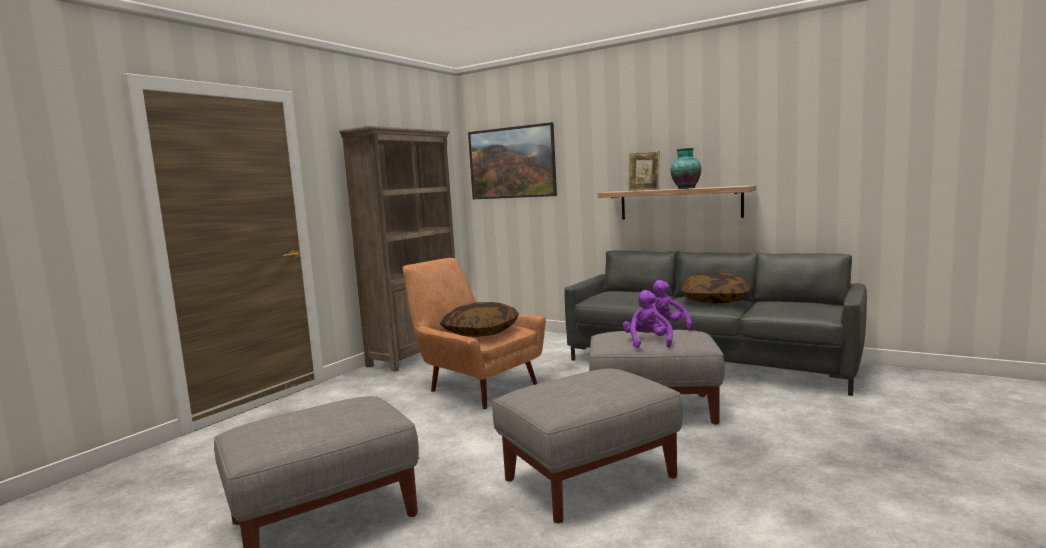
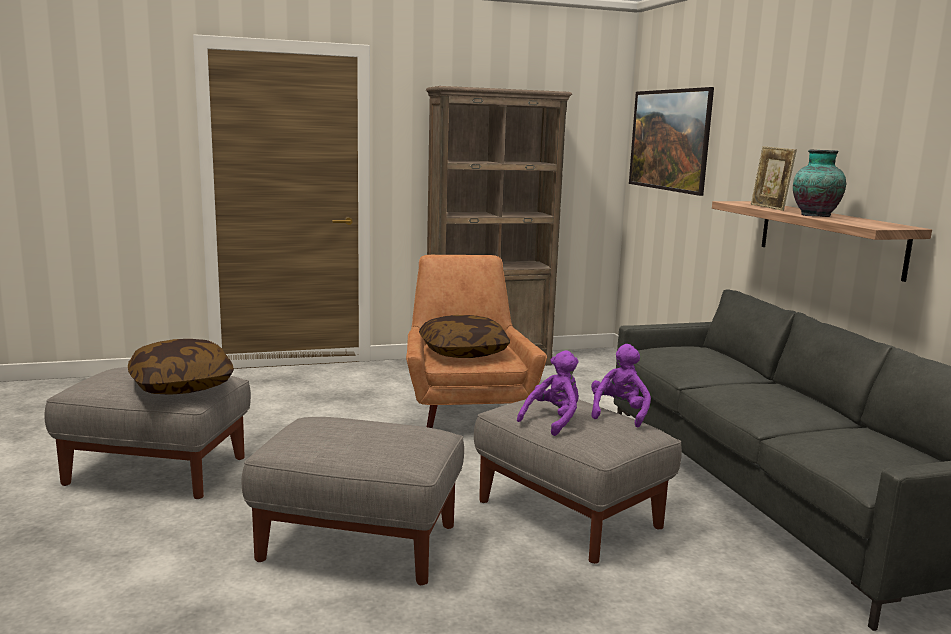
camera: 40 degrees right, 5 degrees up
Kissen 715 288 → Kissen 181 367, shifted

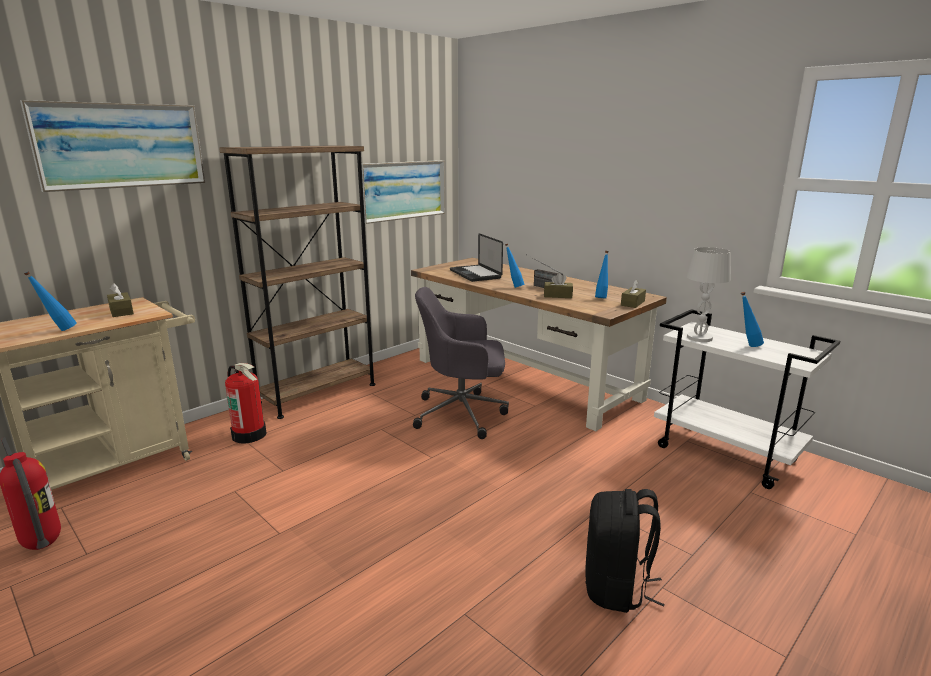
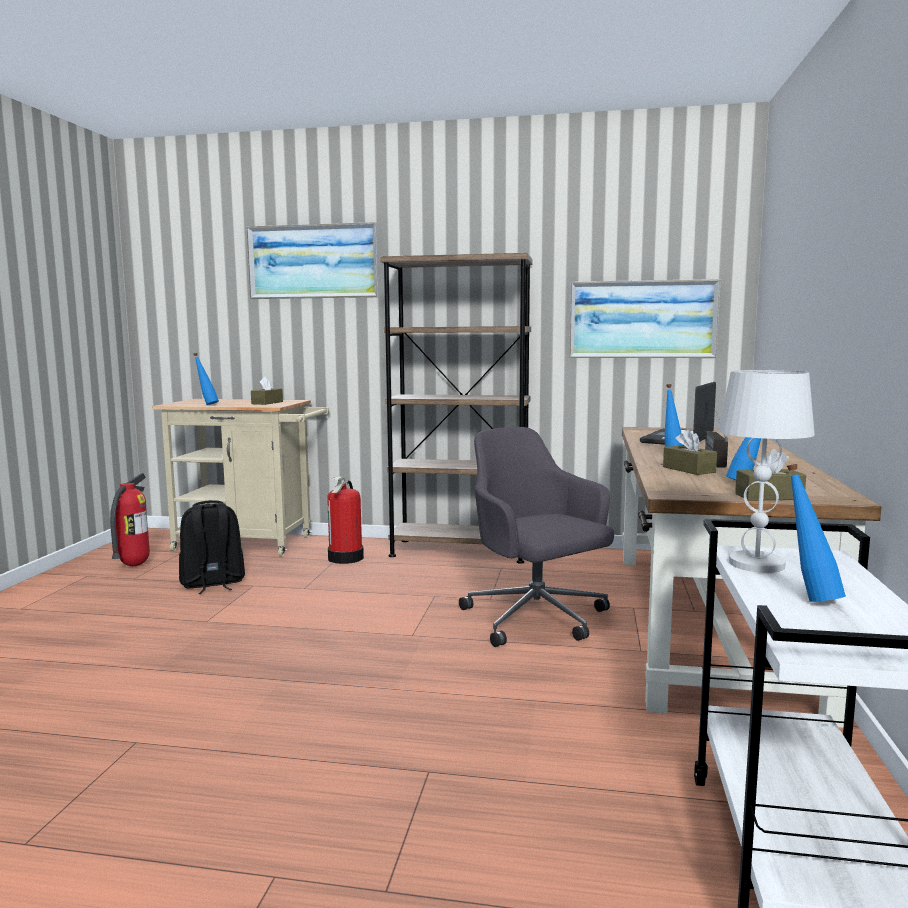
camera: 55 degrees right, 10 degrees down
Rucksack/schwarz 624 551 → Rucksack/schwarz 212 547, shifted

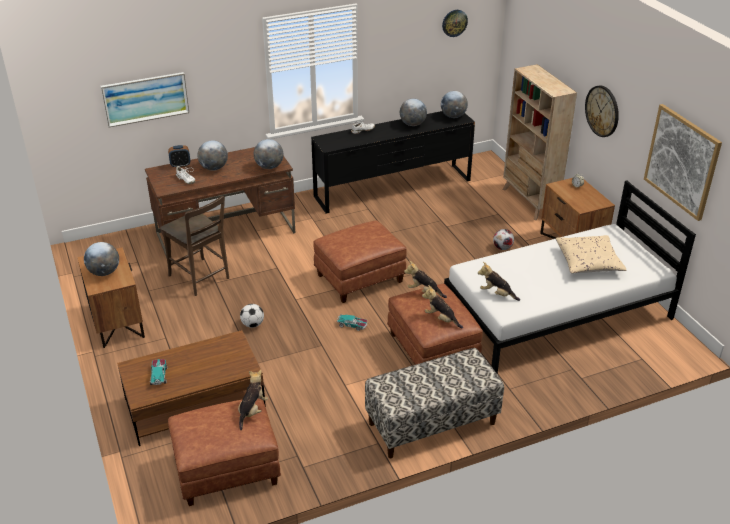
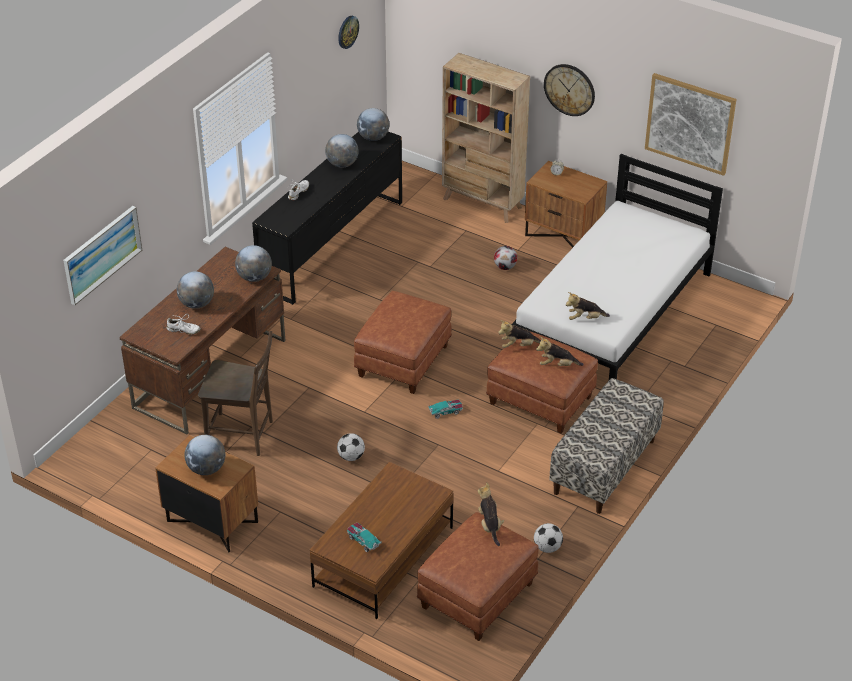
camera: 35 degrees left, 5 degrees up
Wecker 179 156 → -
Kissen/beige 590 254 → -
- → Fußball 548 538

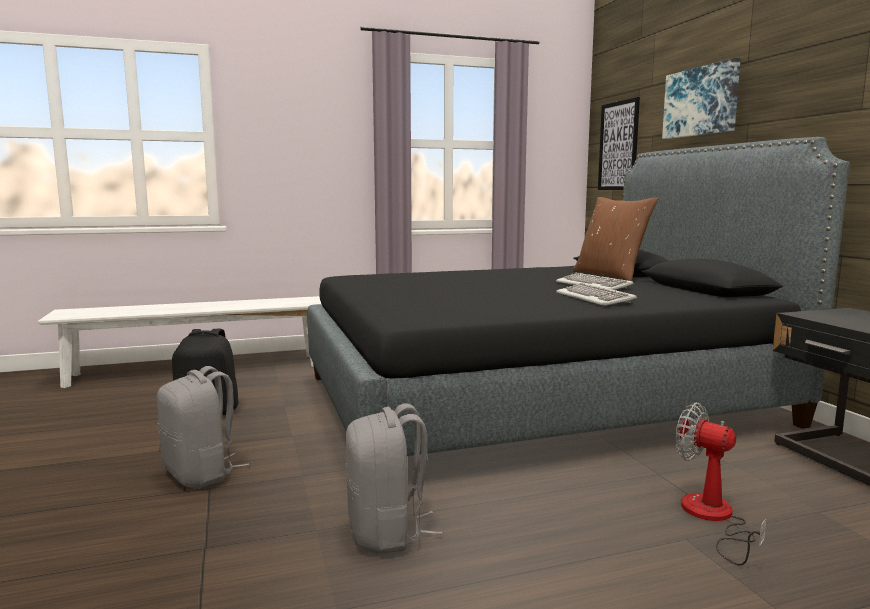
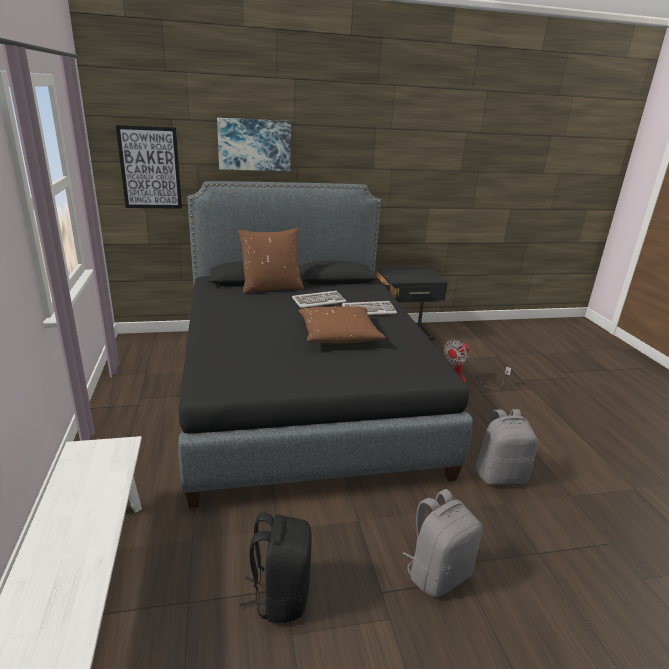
camera: 85 degrees left, 15 degrees up
- → Kissen/braun 342 324

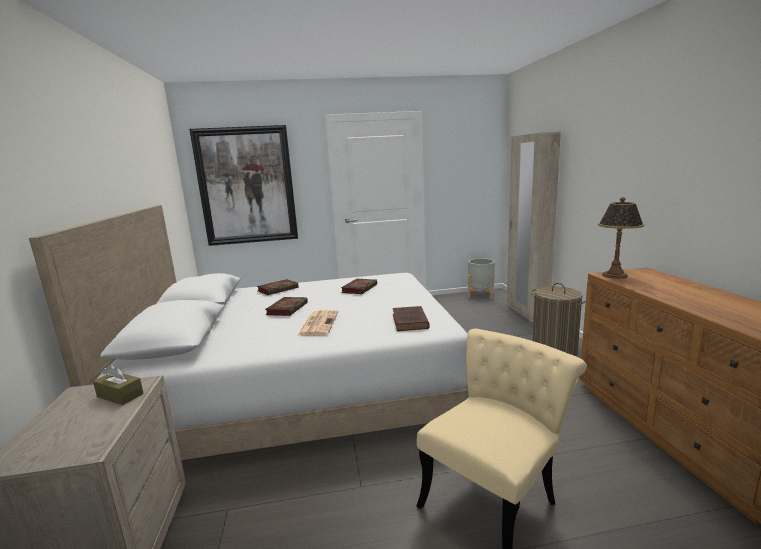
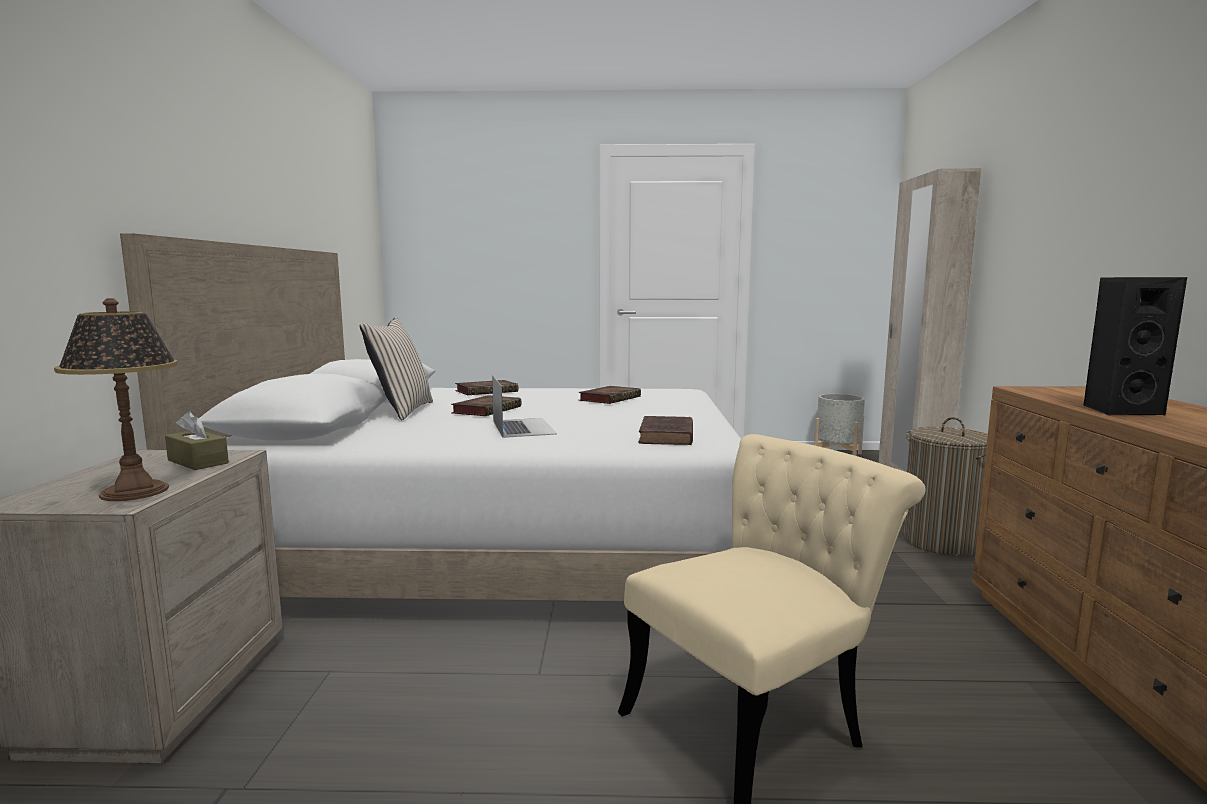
camera: 10 degrees right, 5 degrees down
Bild 243 185 → -
Tischlampe 621 238 → Tischlampe 116 399, shifted
Zeitung 317 323 → Laptop 524 406
- → Lautsprecher/schwarz 1135 346
- → Kissen/beige 396 368

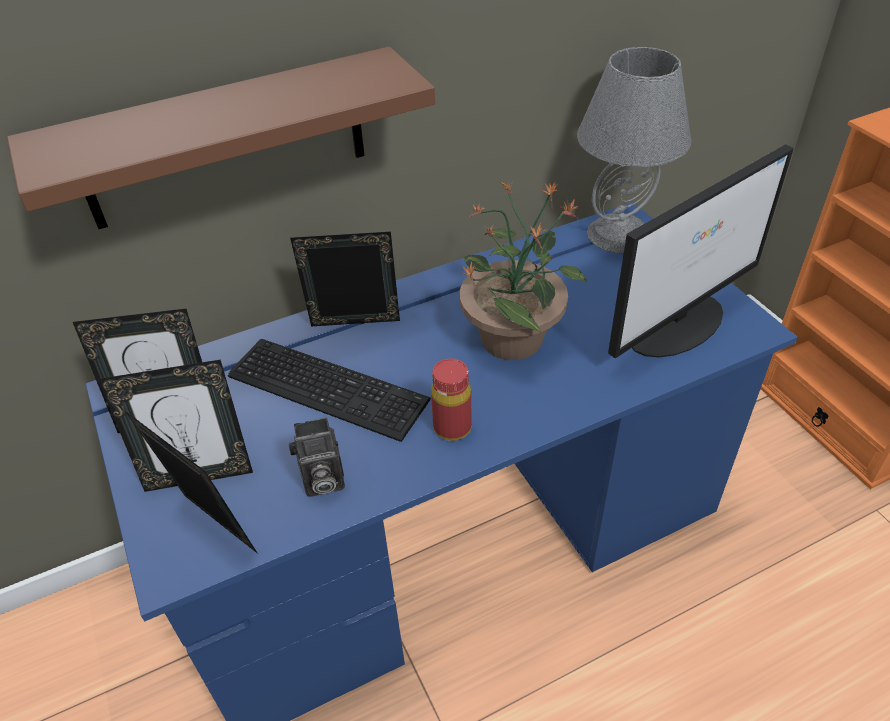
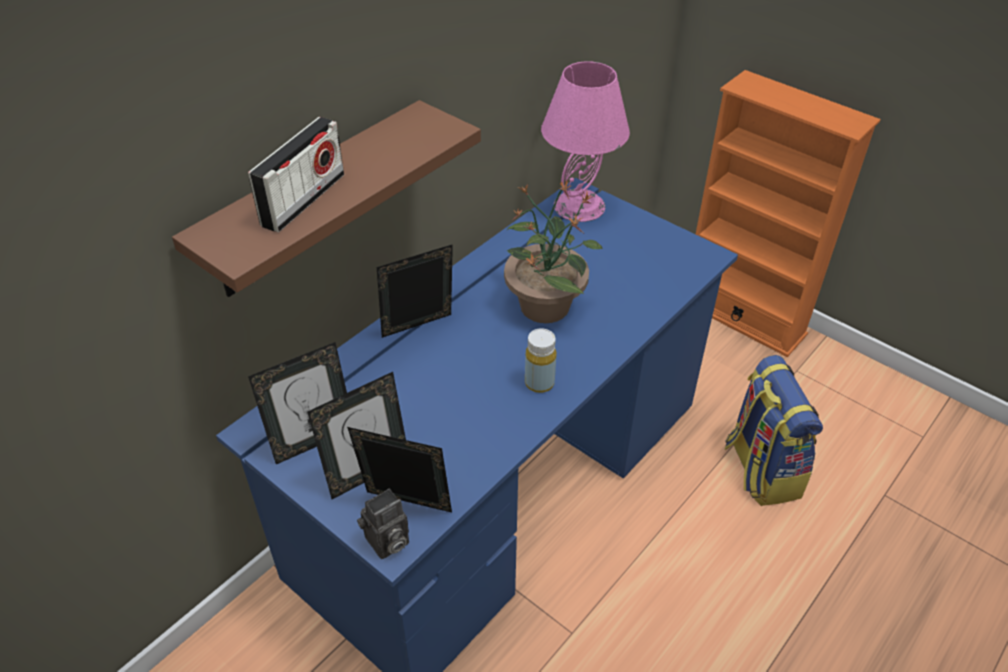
camera: 25 degrees left, 0 degrees up
Tischlampe/grau 634 150 → Tischlampe/rosa 585 141
Monitor 701 251 → -
Tastatur 329 390 → -
Flasche/rot 451 399 → Flasche/gelb 540 360
Kamera 317 456 → Kamera 383 524, shifted
- → Radio 296 174
- → Rucksack 773 430

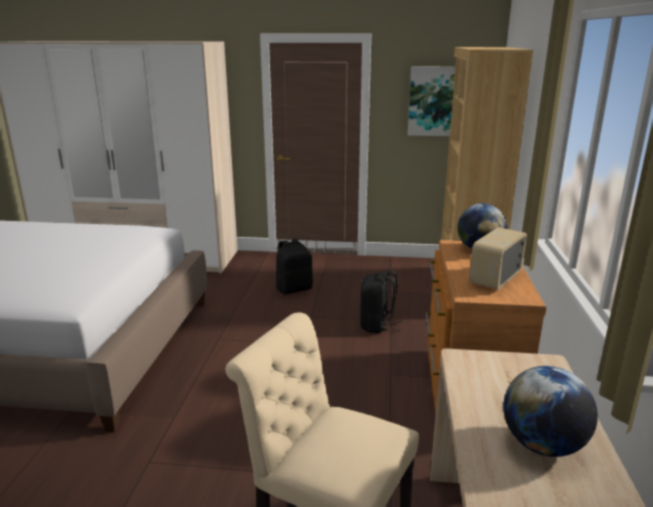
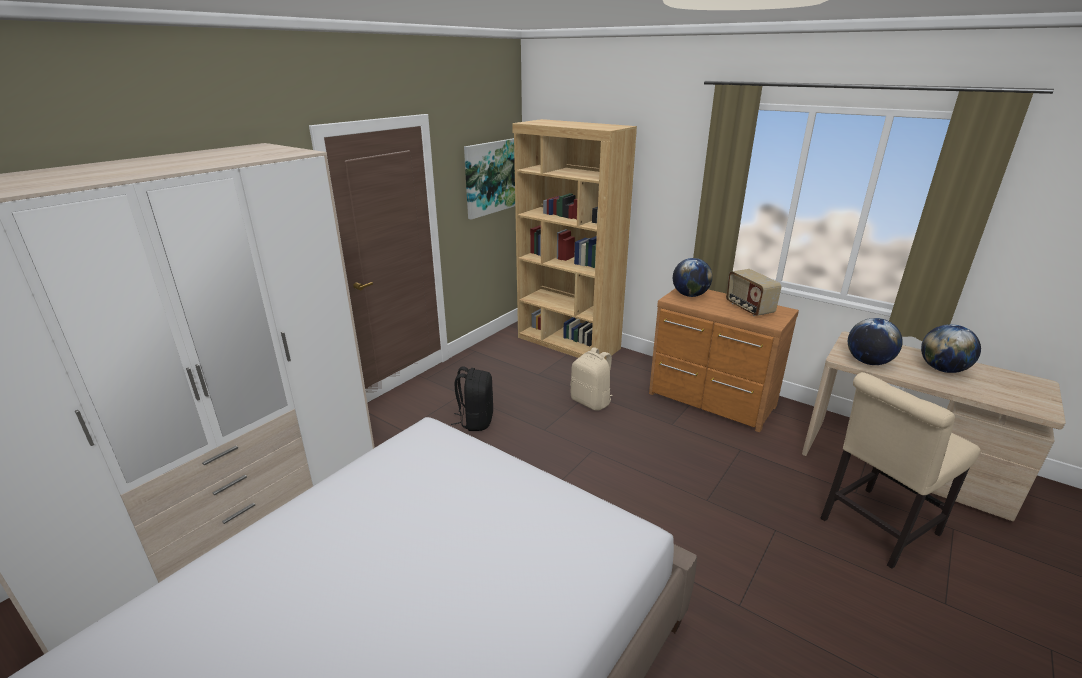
camera: 60 degrees left, 5 degrees up
Rucksack/schwarz 381 302 → Rucksack/beige 591 379
- → Globus 875 341

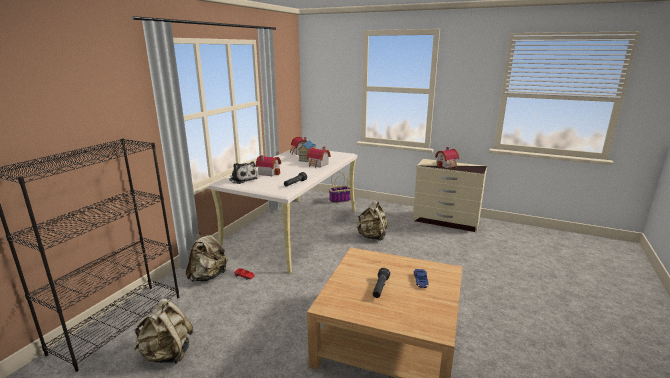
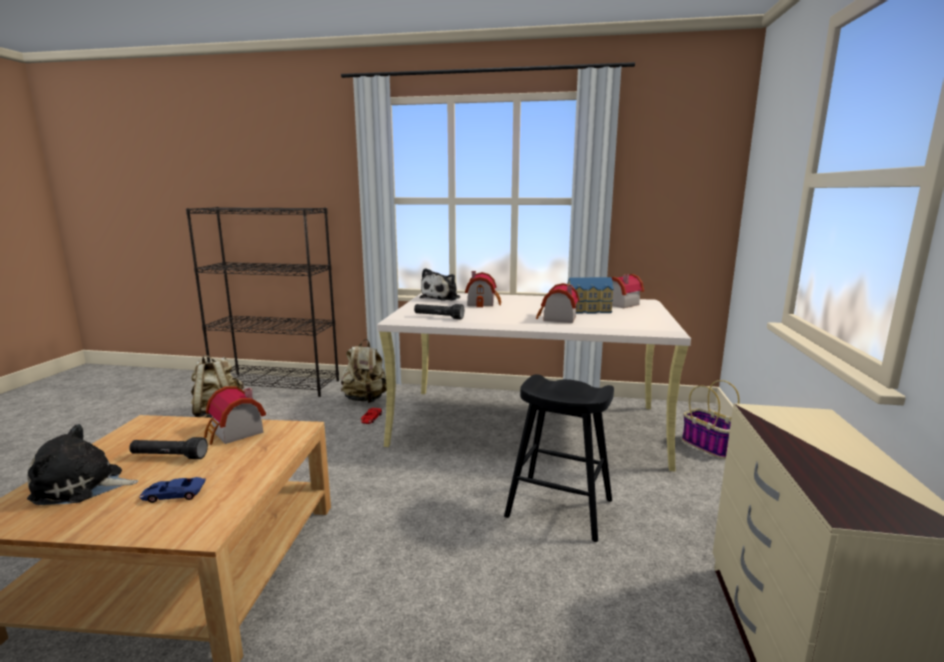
camera: 75 degrees right, 5 degrees down
Spielzeughaus 447 158 → Spielzeughaus 235 415, shifted
Rucksack/beige 372 221 → Hocker/schwarz 559 458
- → Plüschtier 82 464

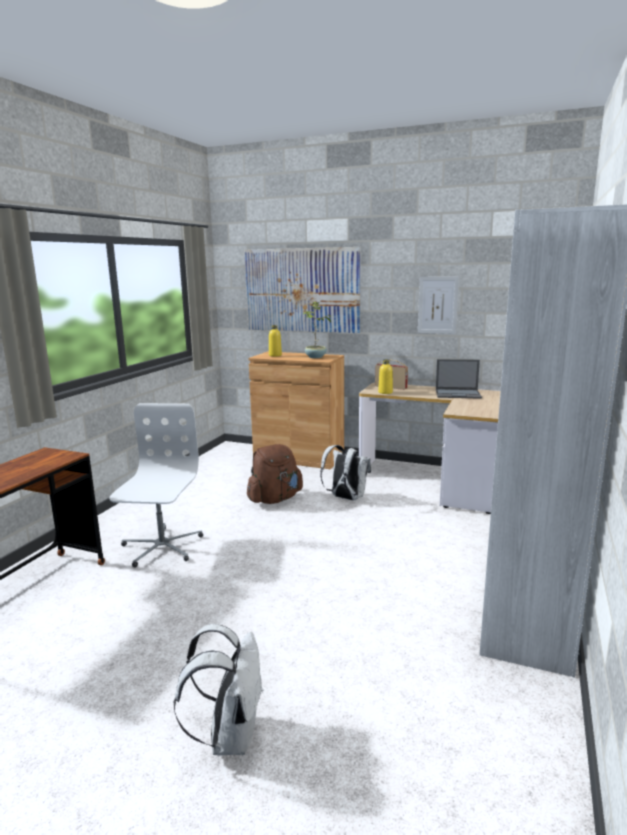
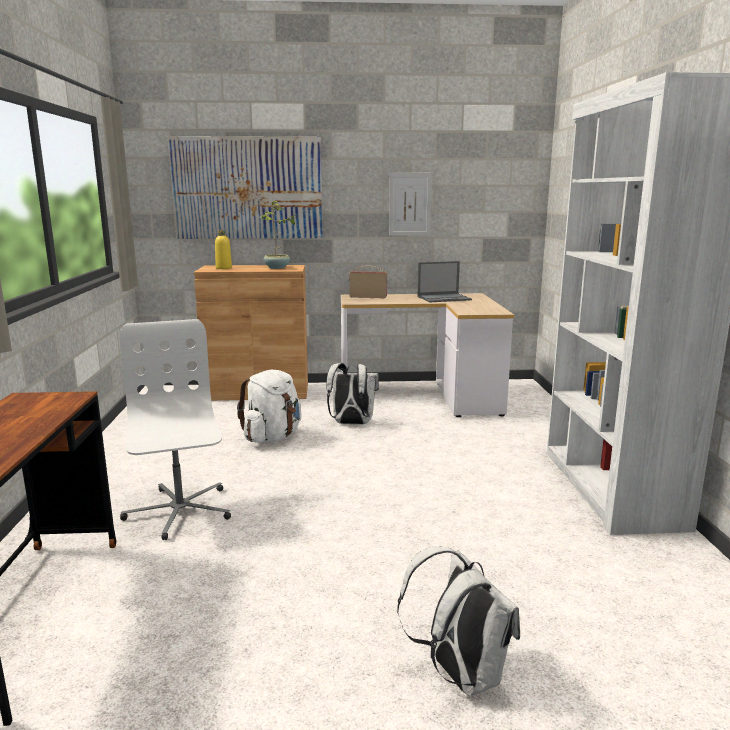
camera: 25 degrees left, 0 degrees up
Flasche/gelb 385 376 → -
Rucksack/braun 275 474 → Rucksack/weiß 269 406

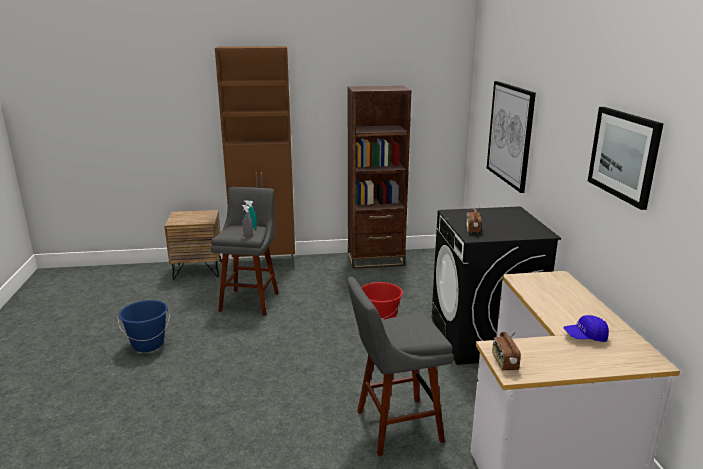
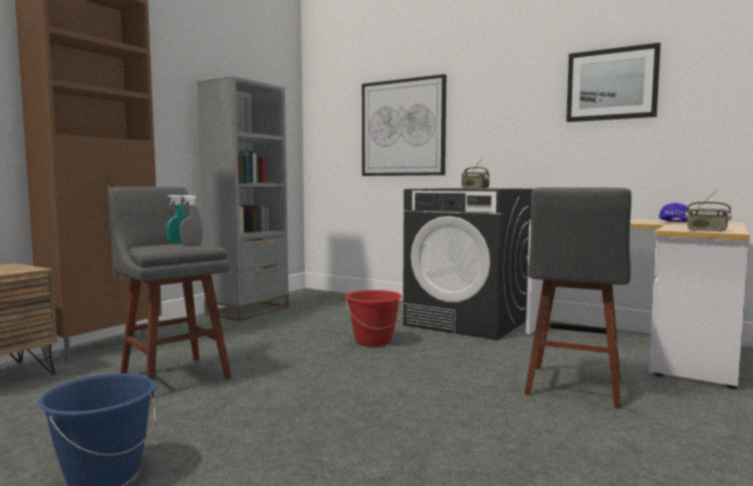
camera: 50 degrees left, 15 degrees down
Bücherregal/braun 379 177 → Bücherregal/grau 243 198

